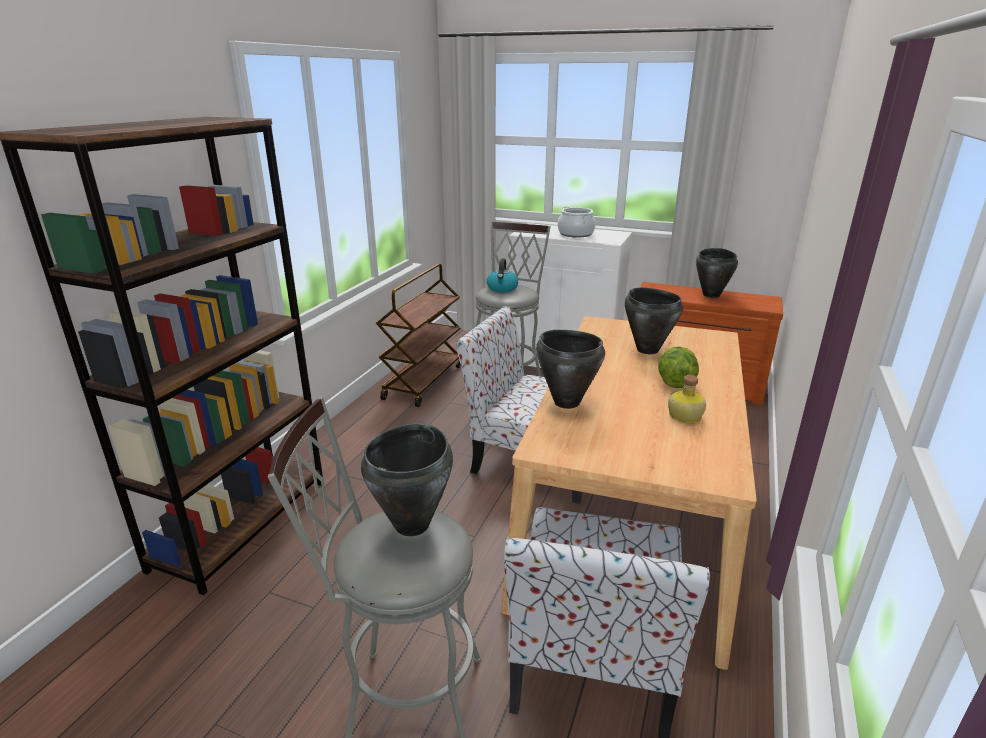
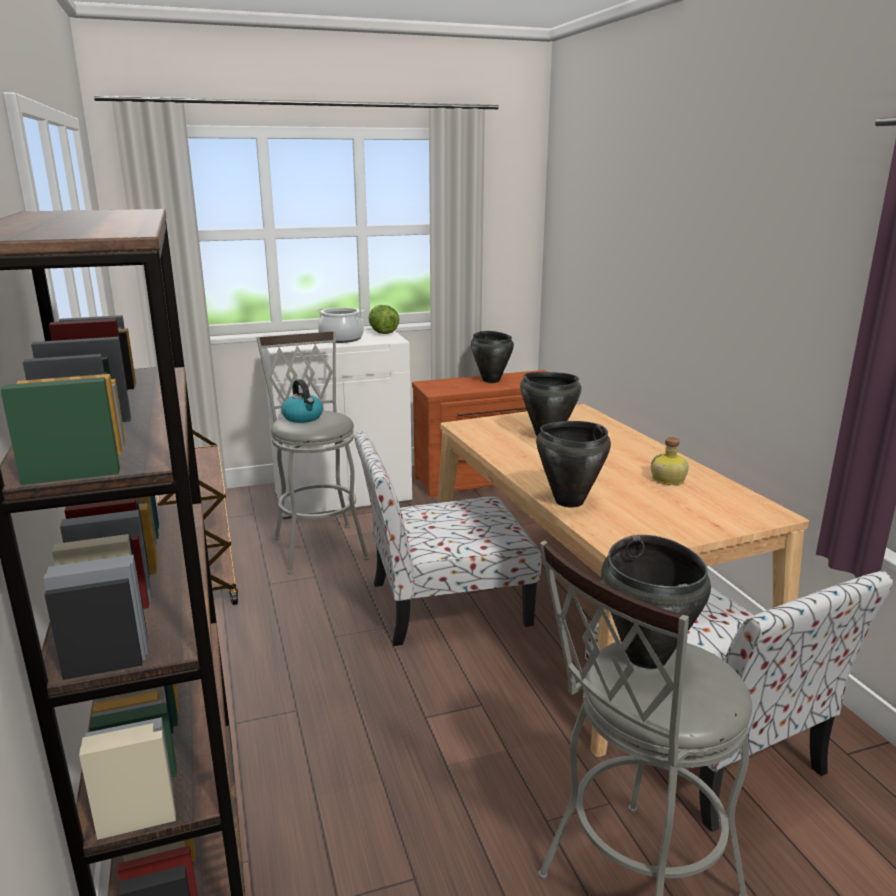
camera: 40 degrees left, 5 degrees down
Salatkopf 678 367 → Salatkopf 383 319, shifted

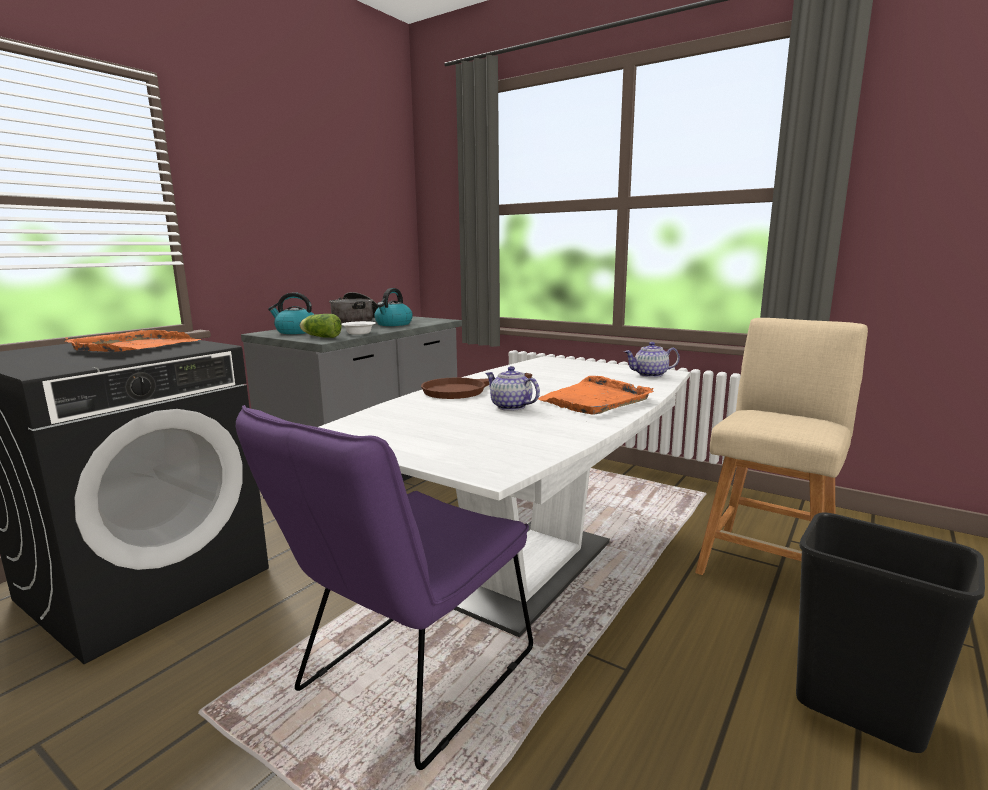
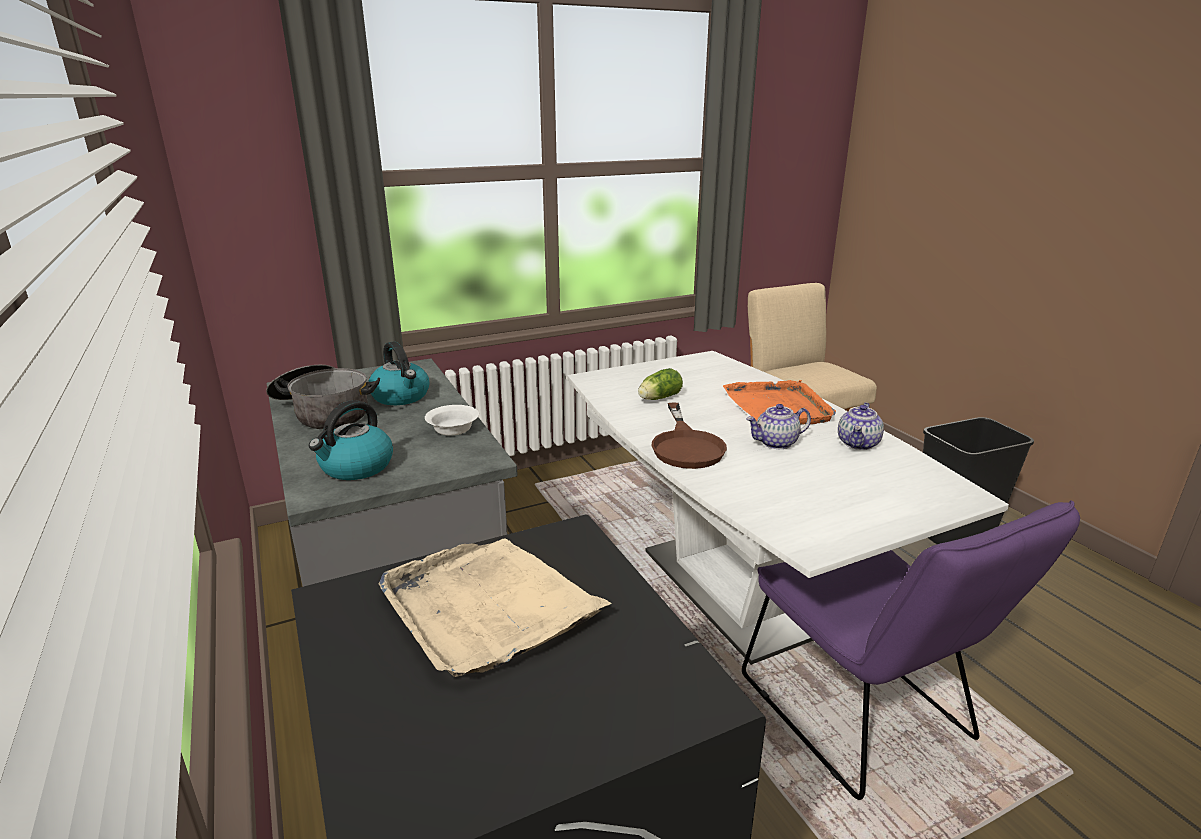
camera: 60 degrees left, 10 degrees up
Salatkopf 321 326 → Salatkopf 660 384, shifted
Tablett/orange 132 341 → Tablett/beige 495 607
Teekanne 652 359 → Teekanne 861 426, shifted

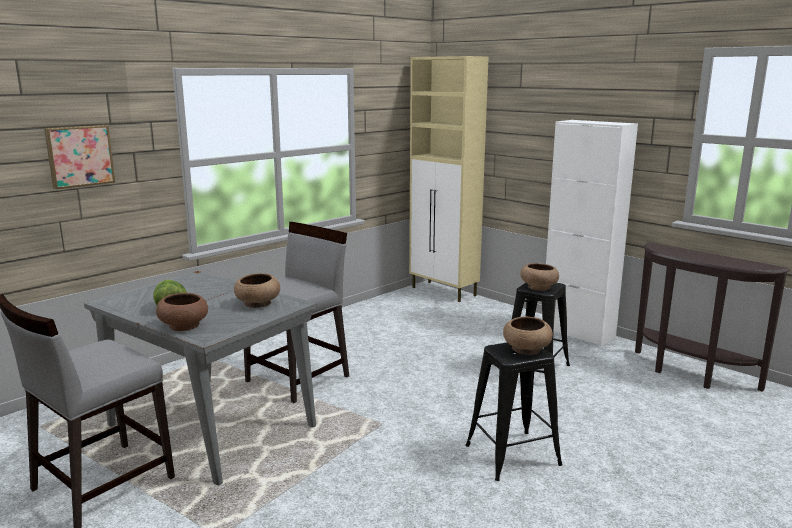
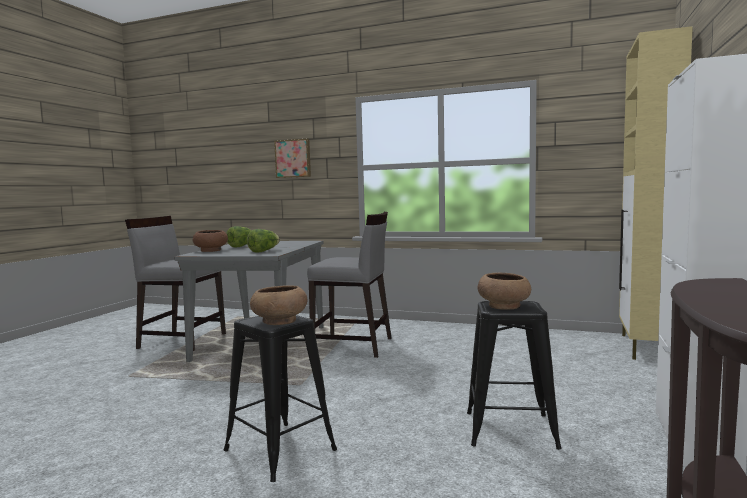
camera: 65 degrees right, 10 degrees down
Schüssel/braun 257 290 → Salatkopf 263 240

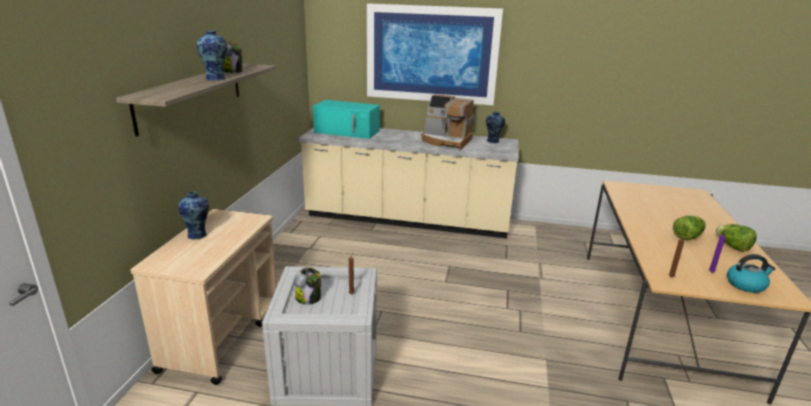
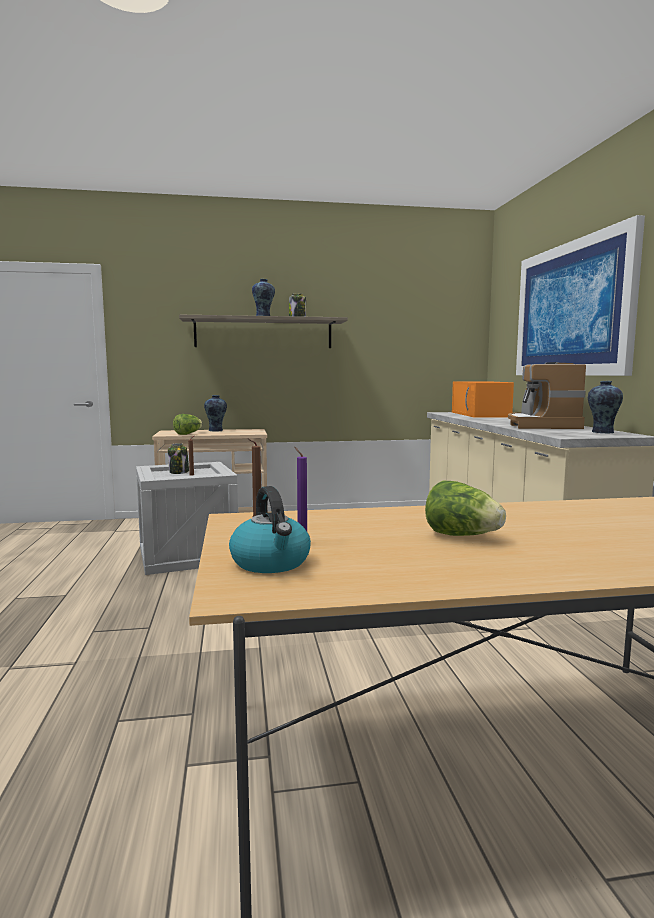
camera: 70 degrees right, 15 degrees down
Mikrowelle/türkis 346 119 → Mikrowelle/orange 483 399
Salatkopf 736 238 → Salatkopf 188 424, shifted

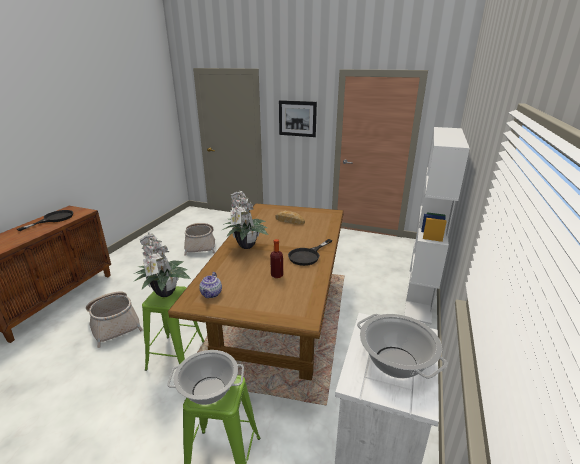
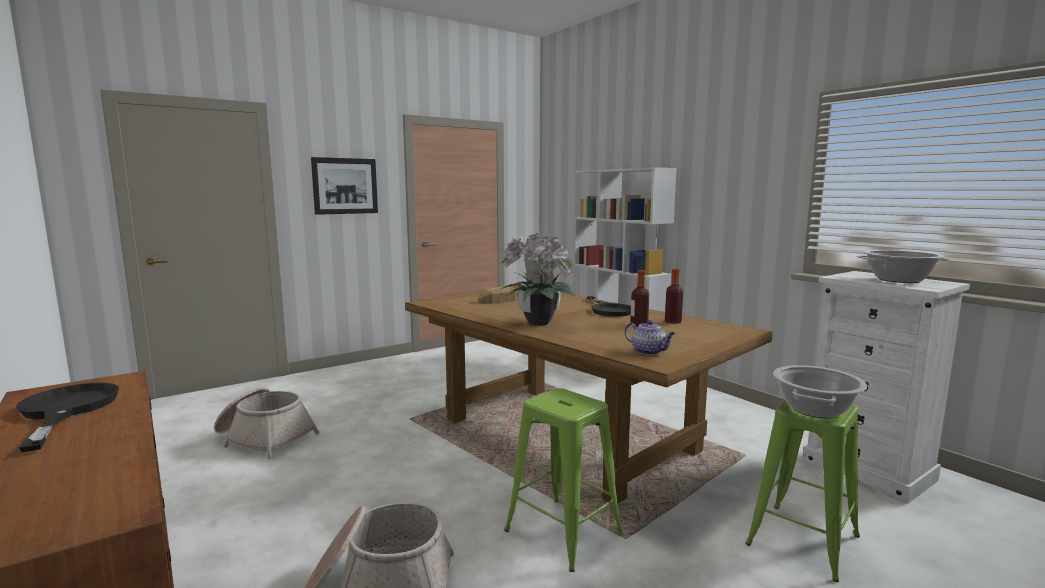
camera: 55 degrees left, 15 degrees down
Topfpflanze 162 265 → -
- → Flasche 674 296

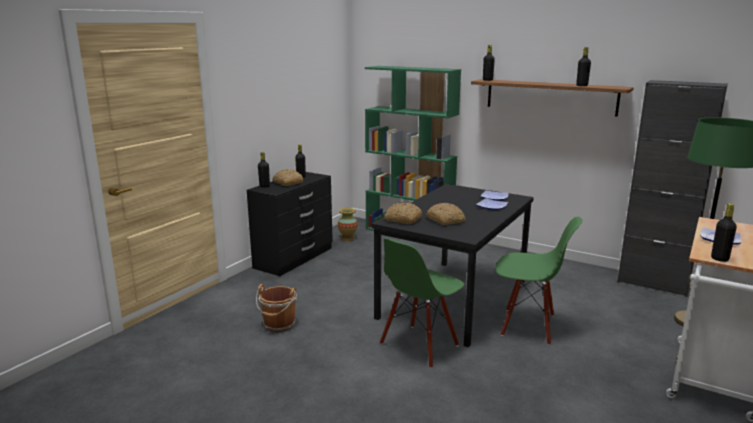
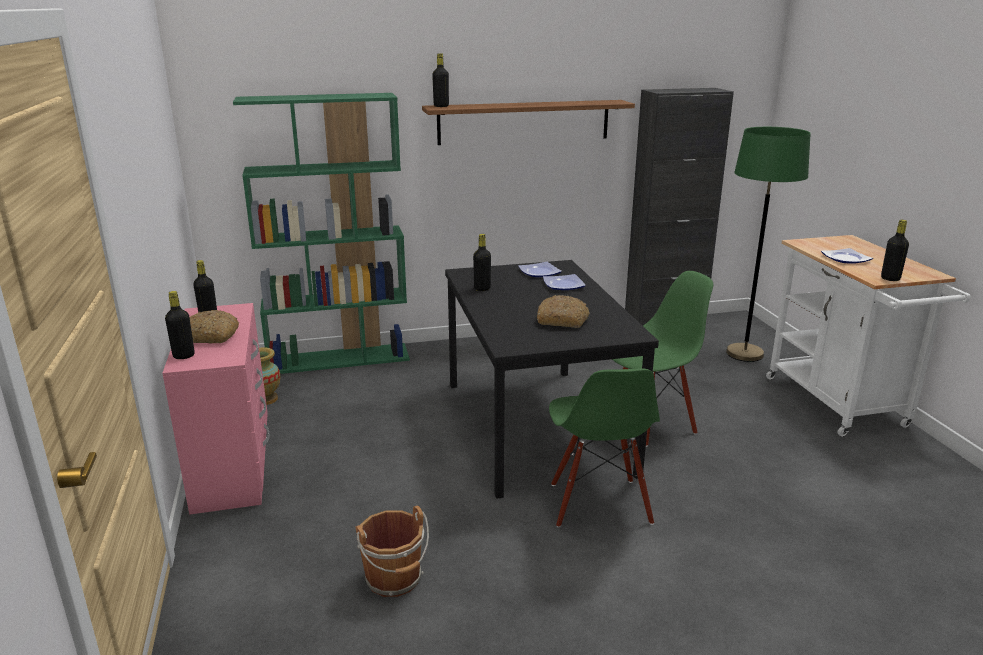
camera: 45 degrees left, 5 degrees up
Flasche/schwarz 583 66 → Flasche/schwarz 482 262, shifted
Kommode/schwarz 290 224 → Kommode/rosa 216 409
Brot 403 213 → -

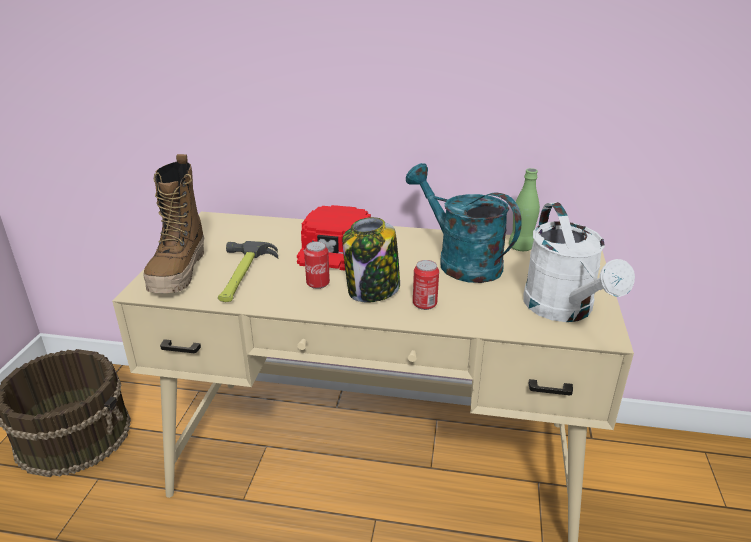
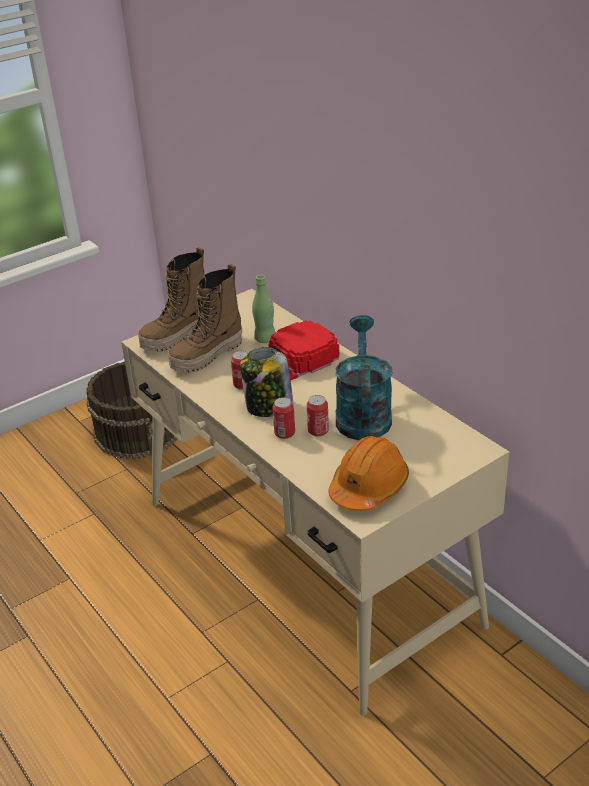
camera: 45 degrees right, 5 degrees up
Flasche/grün 524 209 → Flasche/grün 263 309, shifted
Gießkanne/weiß 579 262 → Schutzhelm/orange 369 473
Hammer 248 271 → Stiefel 205 318
- → Dose 318 416

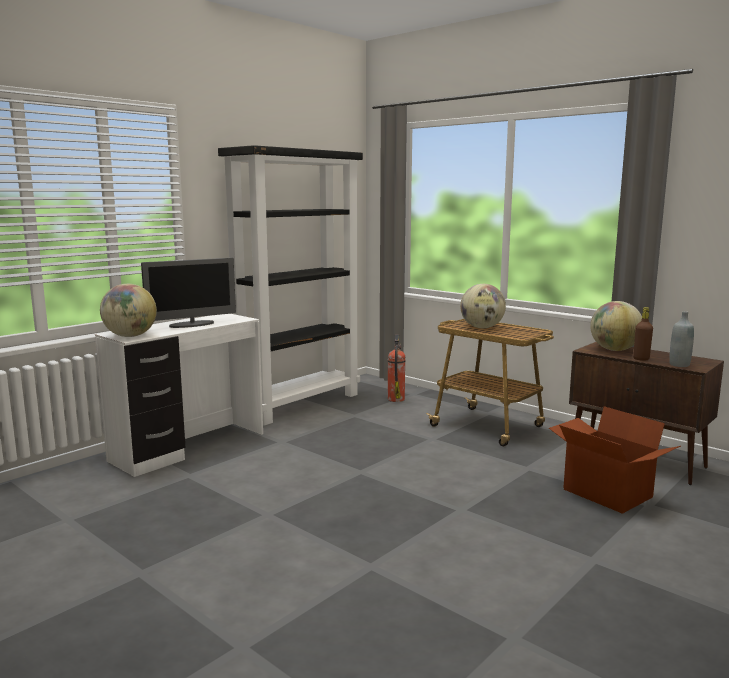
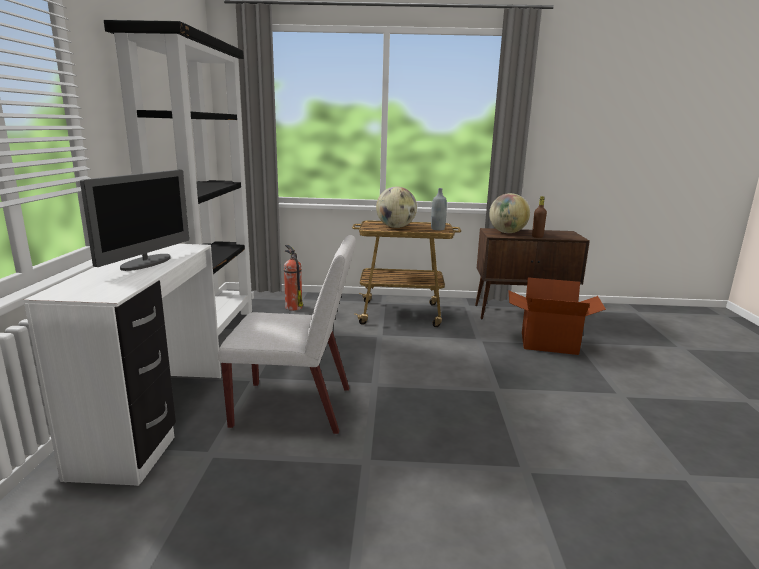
camera: 40 degrees left, 5 degrees up
Globus 128 310 → -
Flasche/grau 681 339 → Flasche/grau 439 209, shifted
- → Stuhl/weiß 287 334

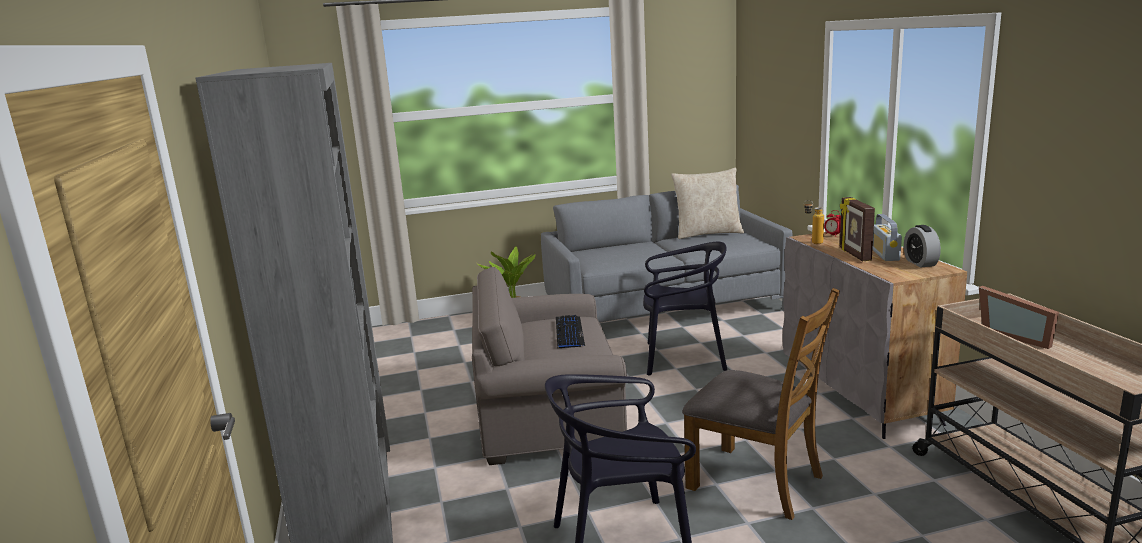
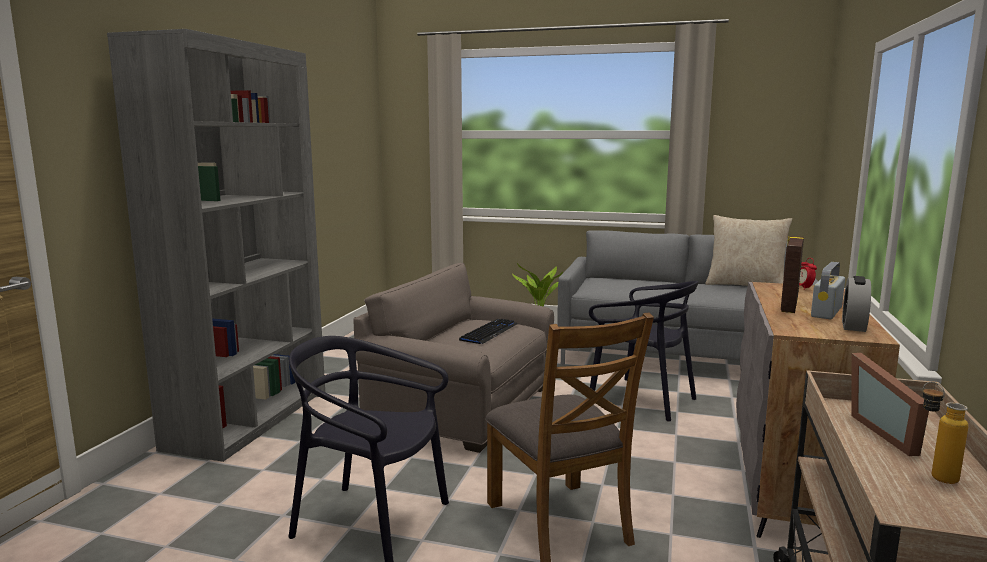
camera: 30 degrees right, 5 degrees down
Flasche 814 222 → Flasche 945 433, shifted

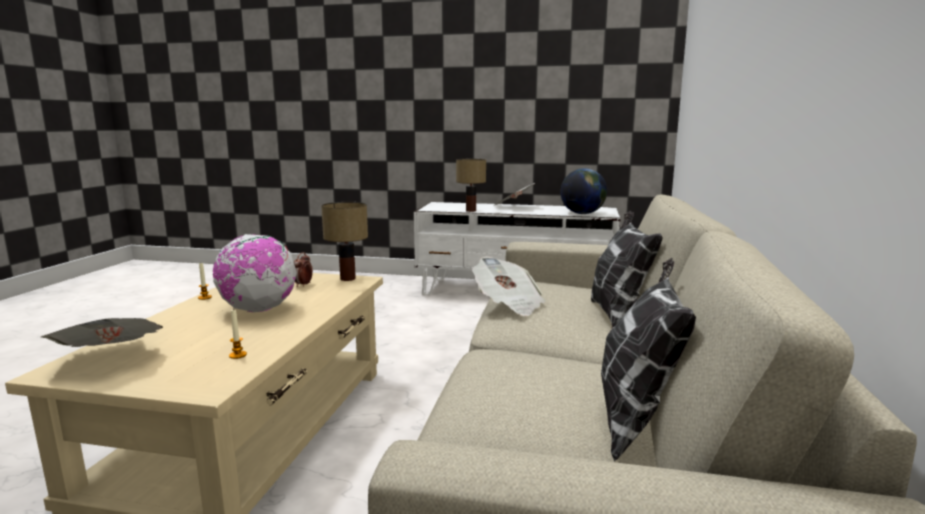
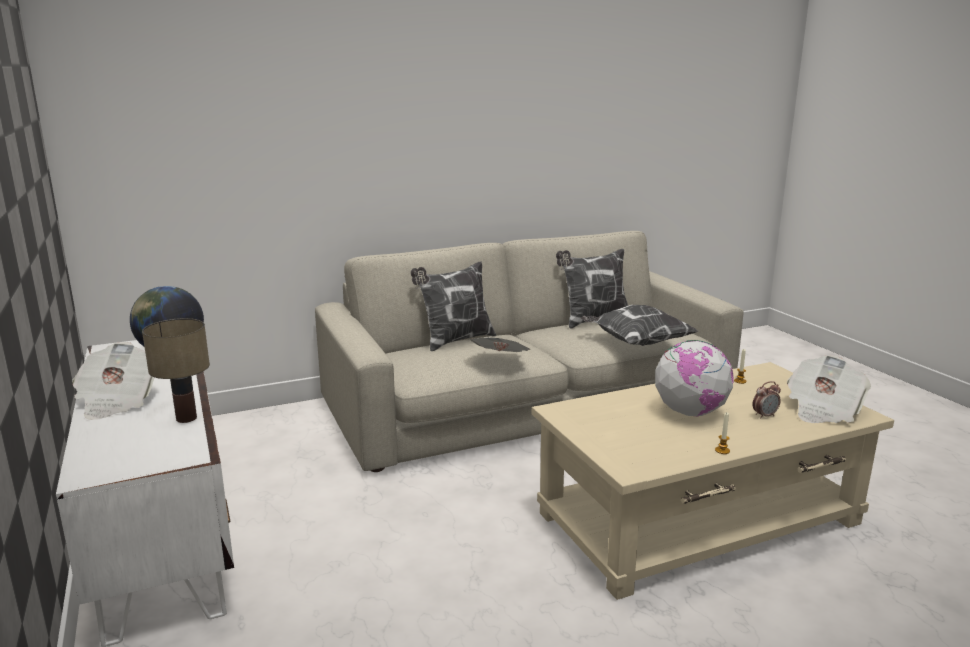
camera: 125 degrees left, 5 degrees up
Tischlampe 344 241 → -
Wecker 303 269 → Wecker 766 400, shifted
- → Kissen 639 325

